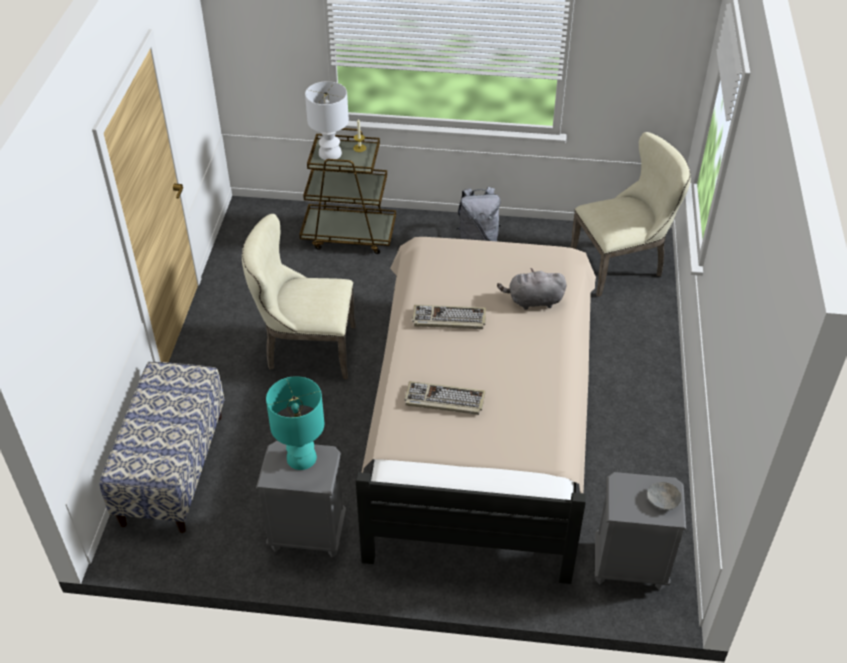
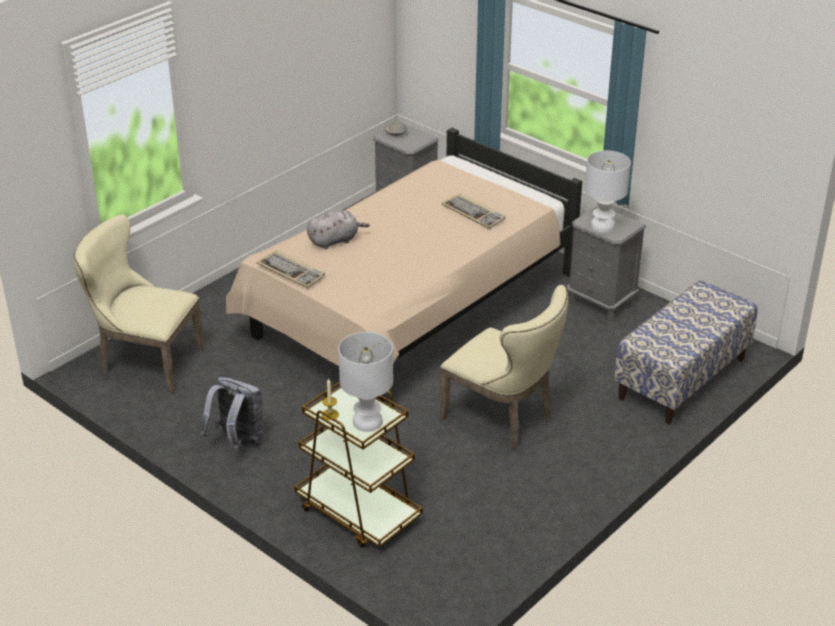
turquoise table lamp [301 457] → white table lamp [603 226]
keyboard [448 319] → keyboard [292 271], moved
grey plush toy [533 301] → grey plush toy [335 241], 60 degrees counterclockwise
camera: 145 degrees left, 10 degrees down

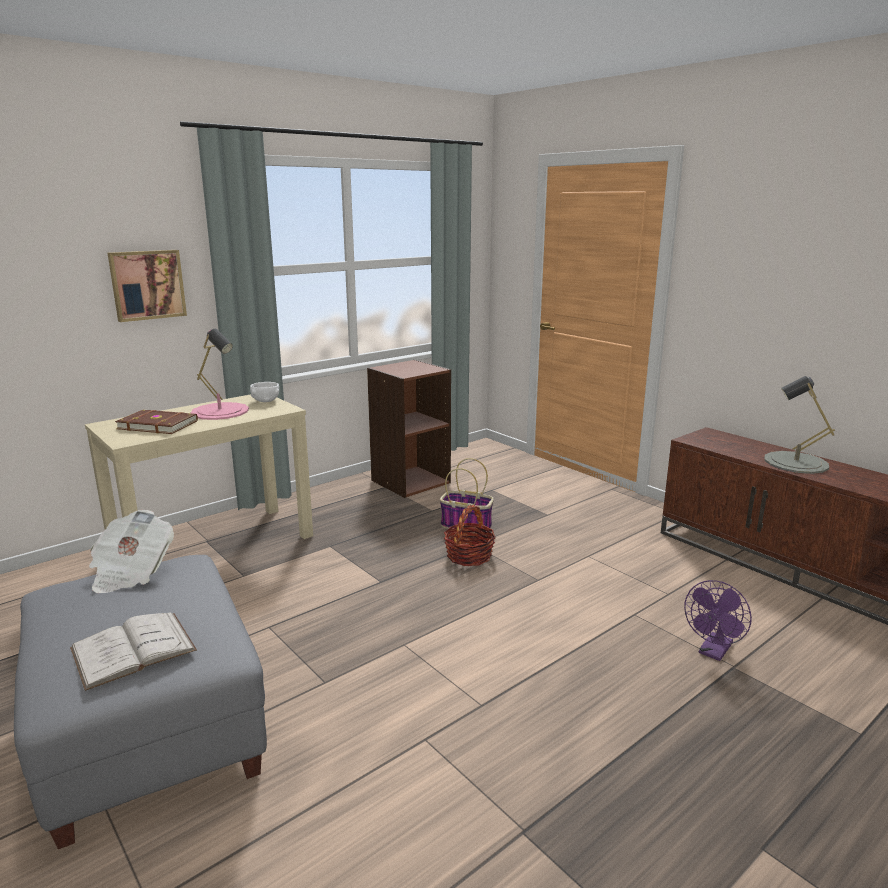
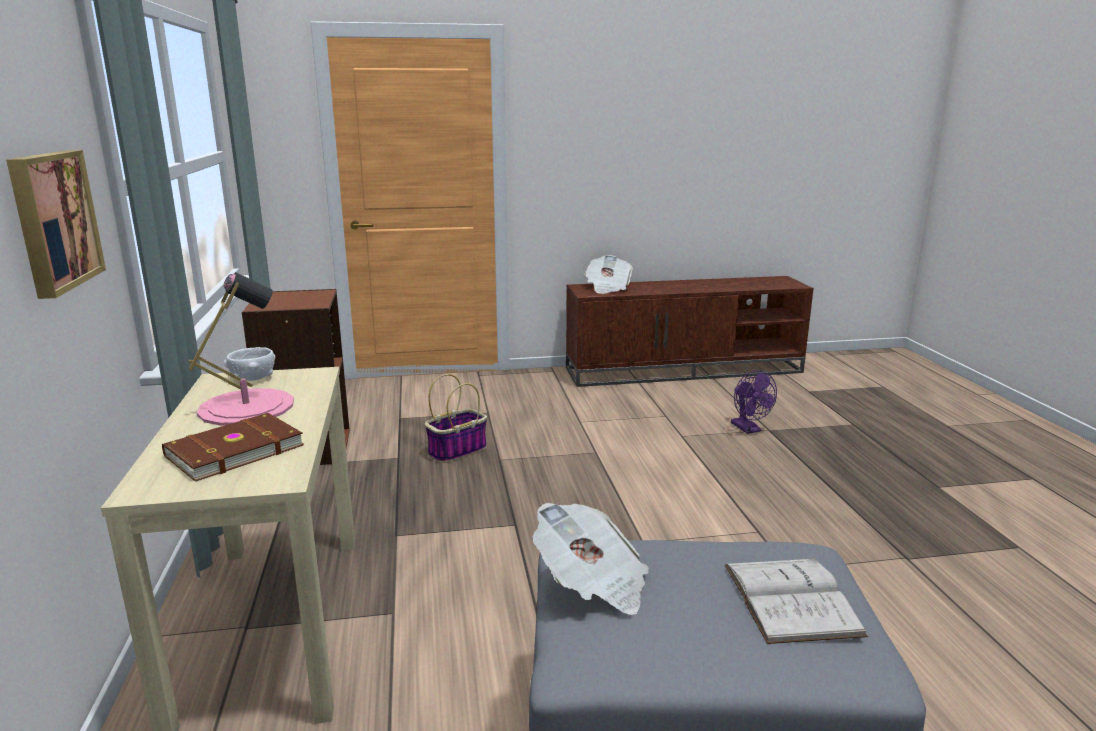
basket [469 556] → -
grey table lamp [795 462] → -
- → newspaper [607 288]
camera: 60 degrees left, 0 degrees up

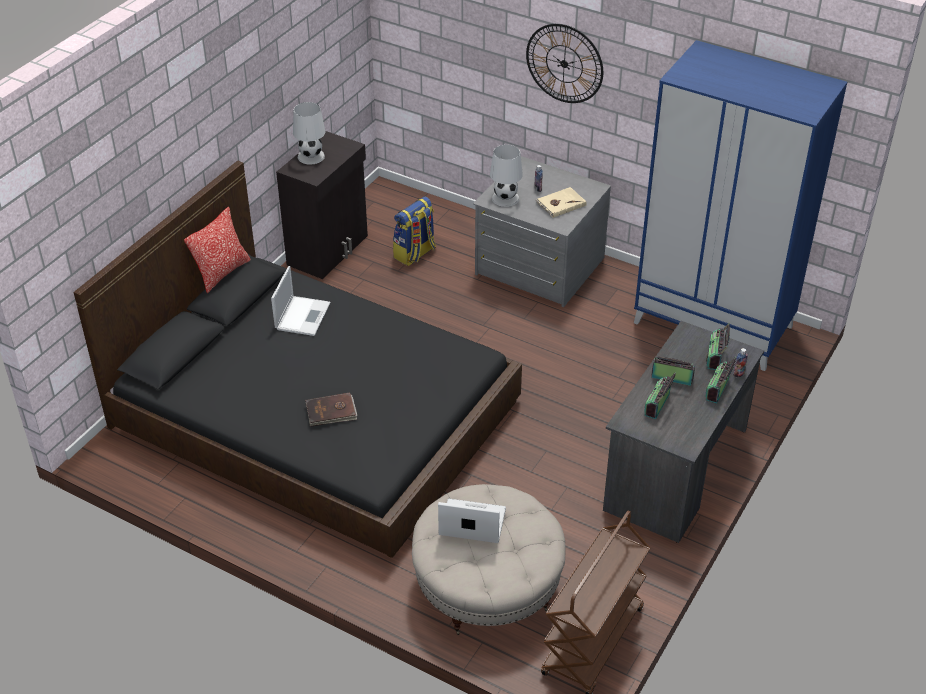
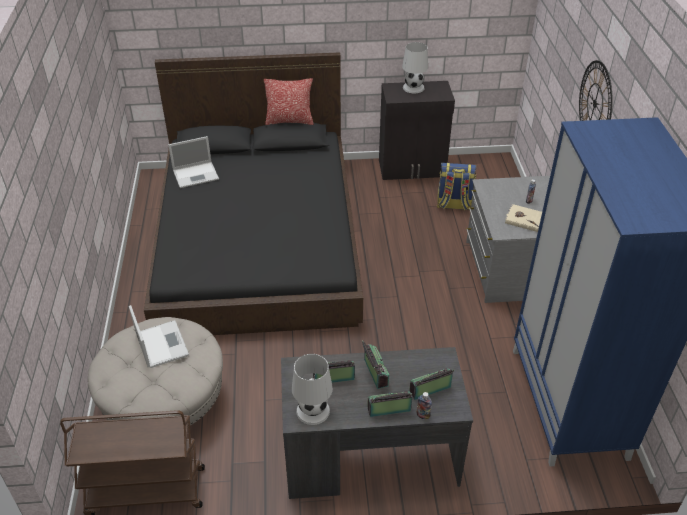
laptop [303 315] → laptop [196 174], moved
brown book [331 412] → -
white table lamp [505 198] → white table lamp [313 411], moved
camera: 55 degrees right, 0 degrees up

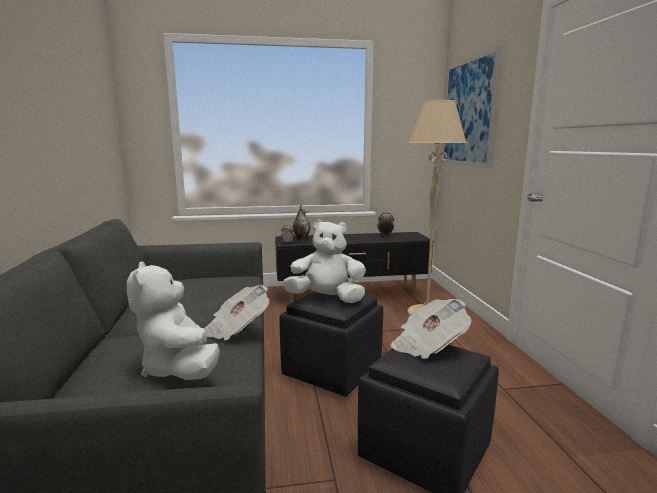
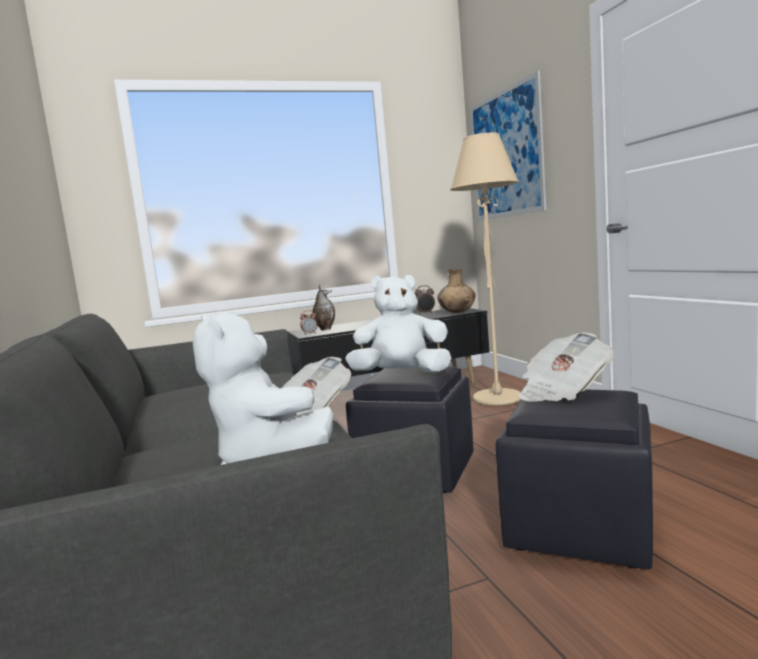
- → brown vase [457 312]
camera: 10 degrees left, 5 degrees down

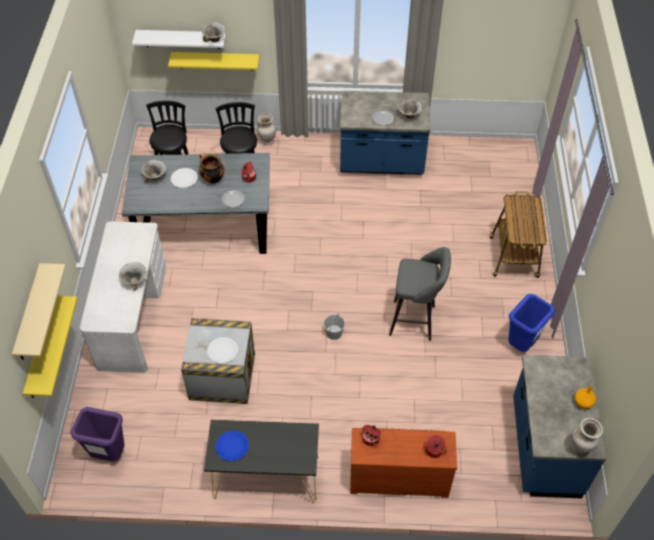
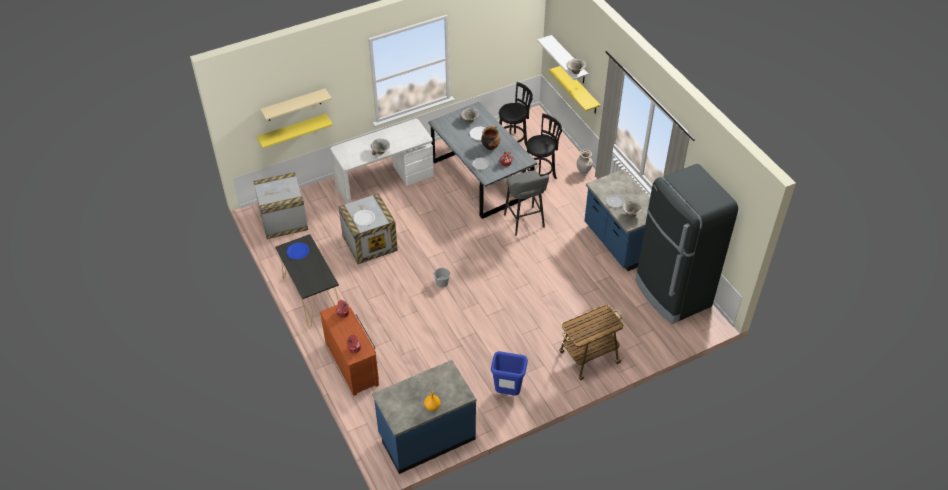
purple trash can [109 454] → crate [283 219]
grey stool [415 321] → grey stool [525 222], moved
beige vase [579 448] → -
- → black fridge [672 293]
camera: 60 degrees right, 5 degrees down

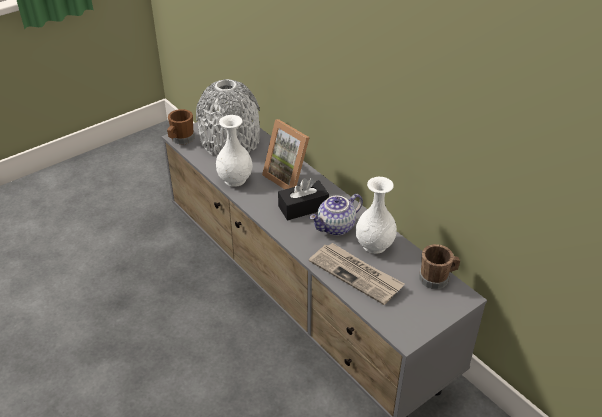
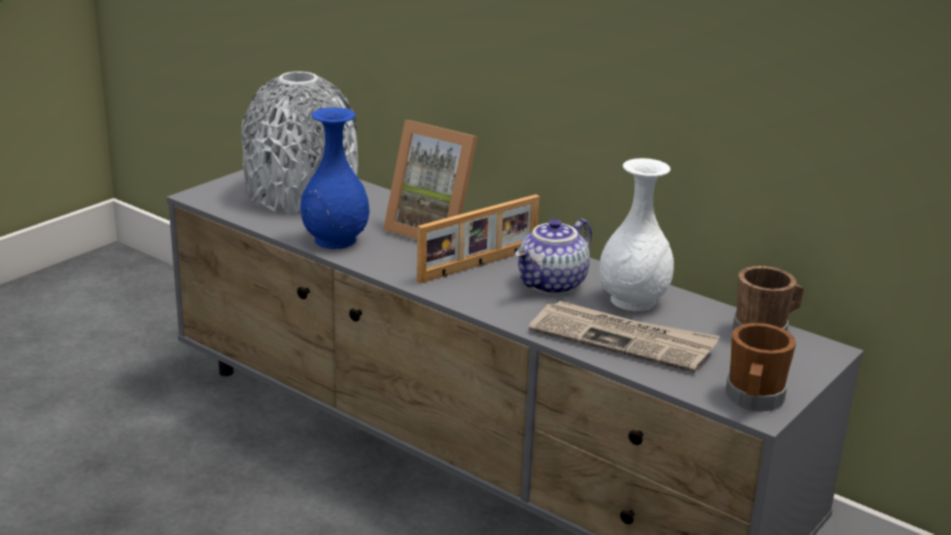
brown mug [181 139] → brown mug [753 400], moved
white vase [235 179] → blue vase [335 240]
black tissue box [303 207] → picture frame [479 265]
camera: 15 degrees left, 15 degrees down

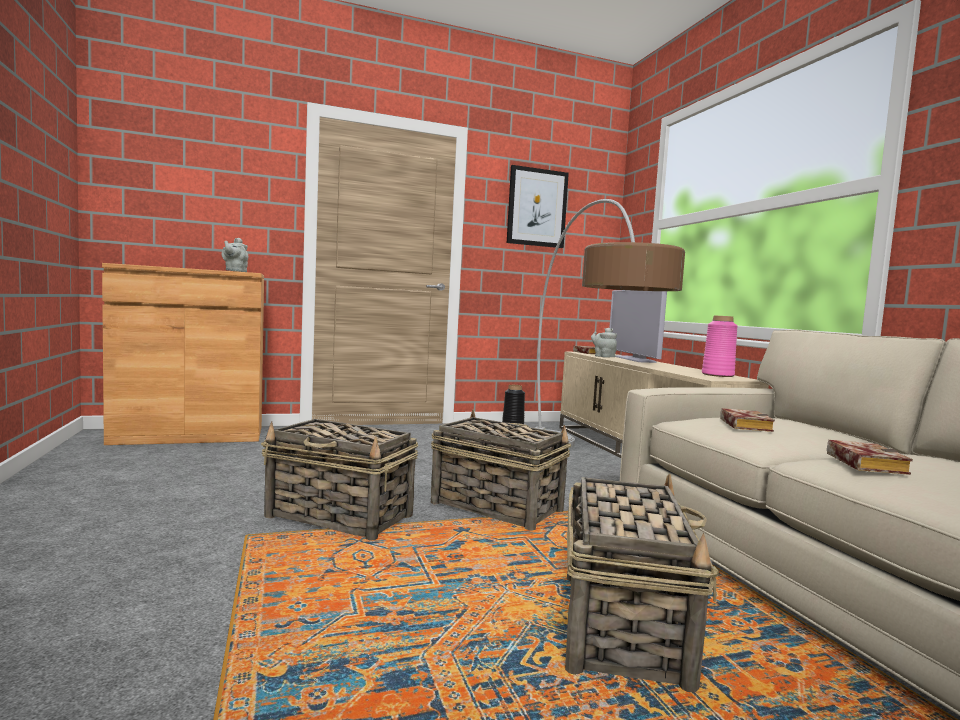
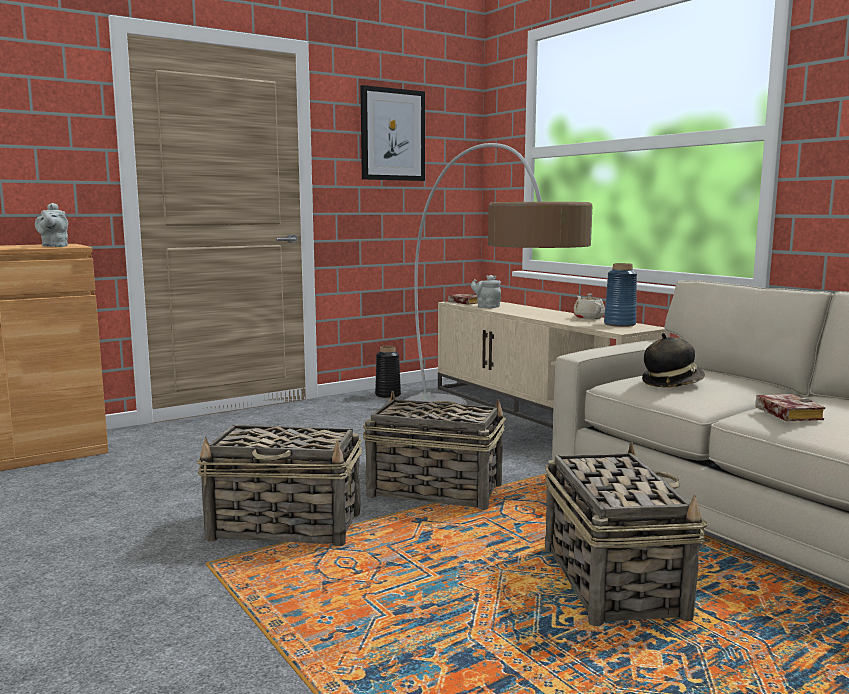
television [634 359] → -
pink vase [717 375] → blue vase [619 324]
book [742 425] → hat [671 383]
- → beige teapot [588 318]
camera: 15 degrees left, 5 degrees up

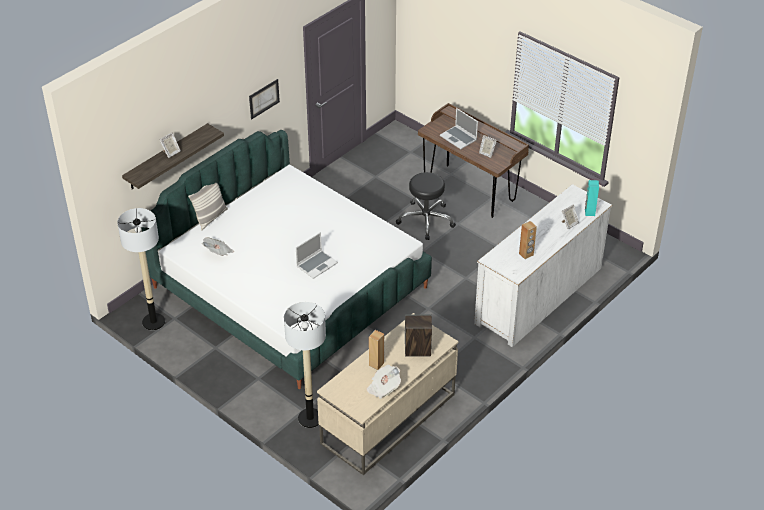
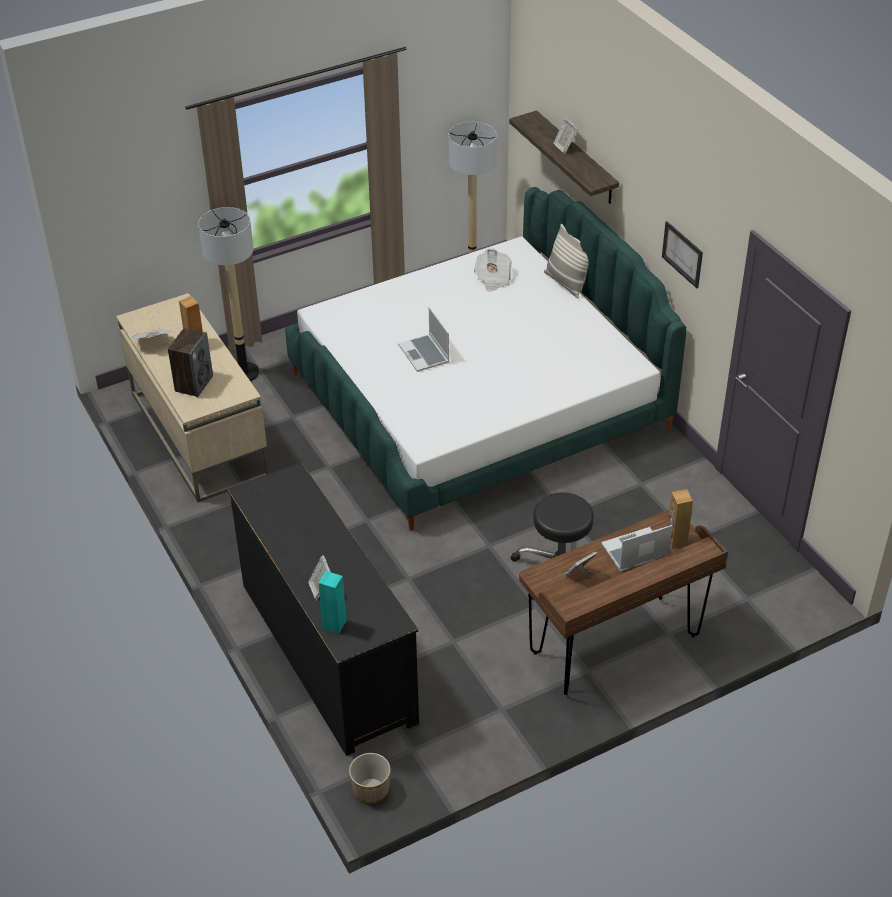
white dresser [539 295] → black dresser [327 651]
brown speaker [526 254] → brown speaker [676 541], moved
- → planter [370 789]
camera: 110 degrees right, 0 degrees up

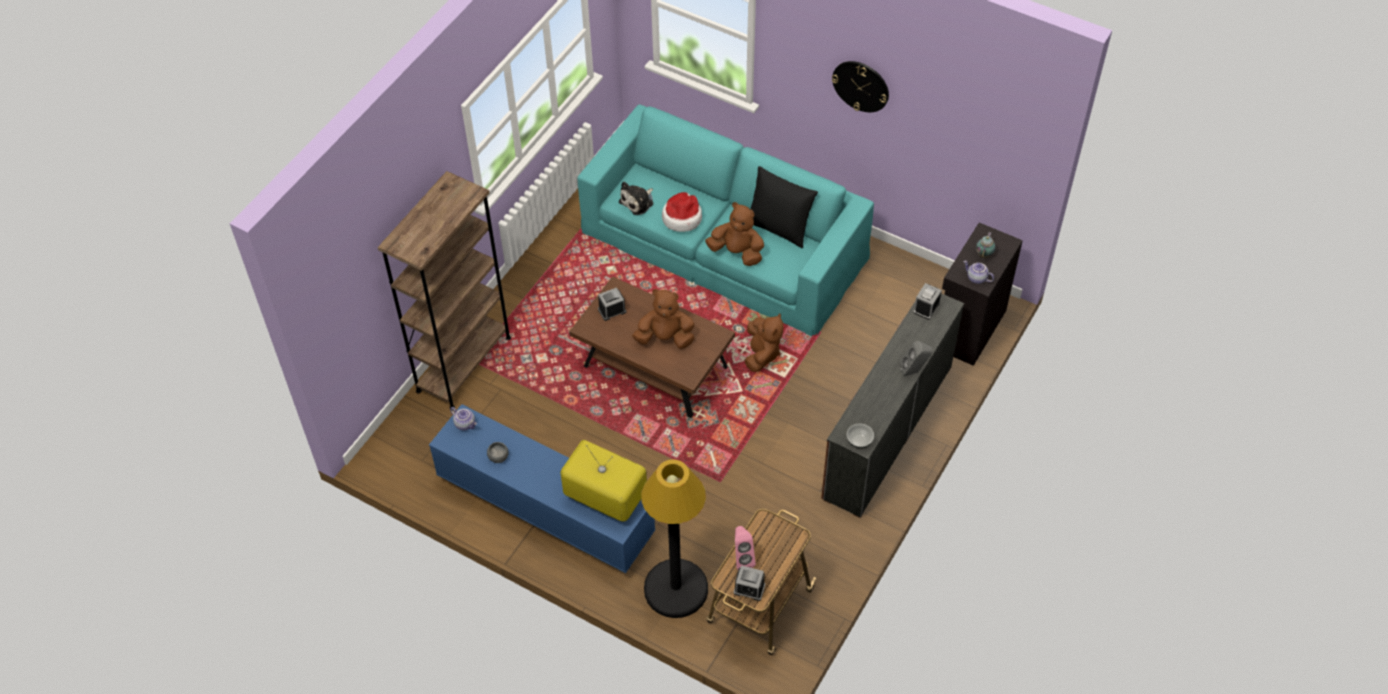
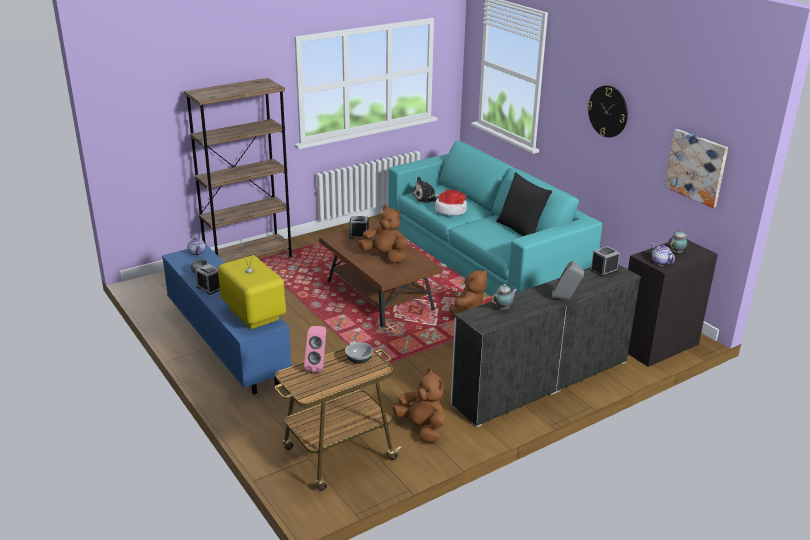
black floor lamp [675 589] → -
brown plush toy [737 252] → brown plush toy [422 428], moved
alarm clock [749 589] → alarm clock [209 288], moved
brown dresser [887 431] → white dresser [541 382]
bowl [859 441] → bowl [359 360], moved
- → teapot [503 308]
- → picture [696 167]
camera: 25 degrees right, 25 degrees down

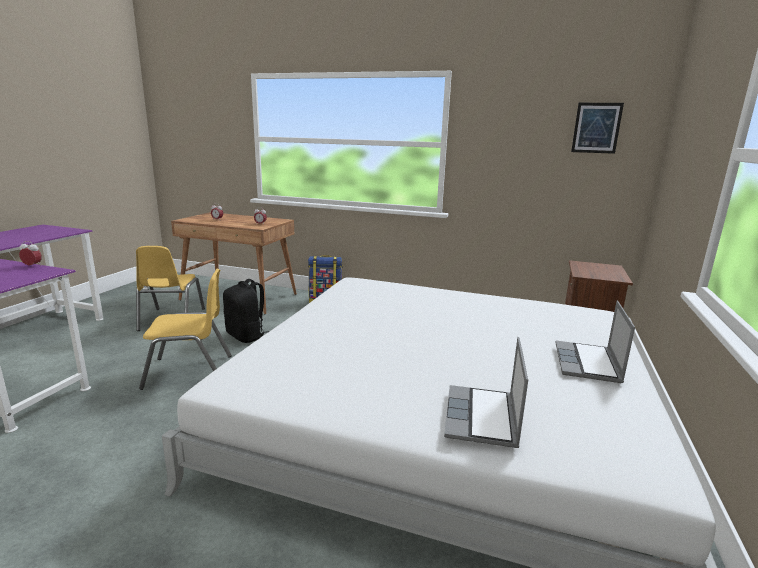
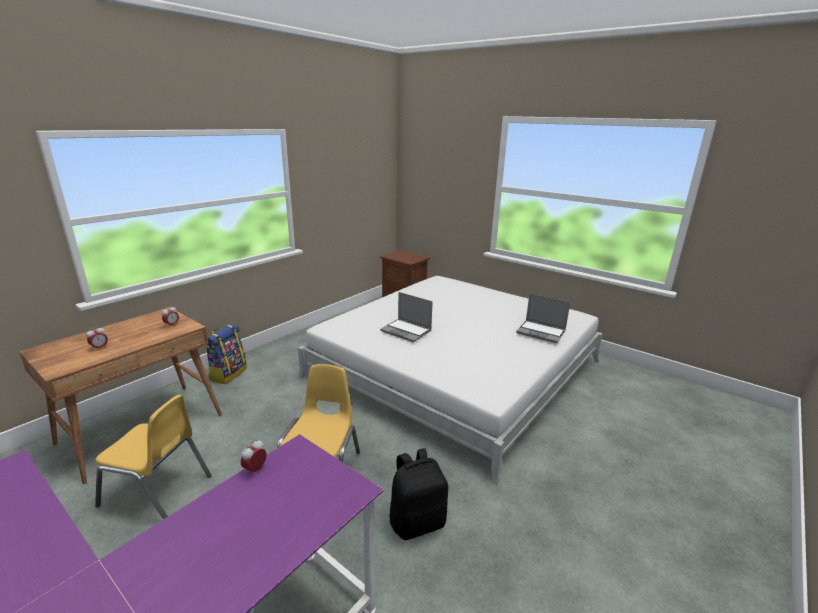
black backpack [246 336] → black backpack [417 521], moved
laptop [588 364] → laptop [407 331], moved
picture [596 128] → -
camera: 70 degrees left, 5 degrees up

